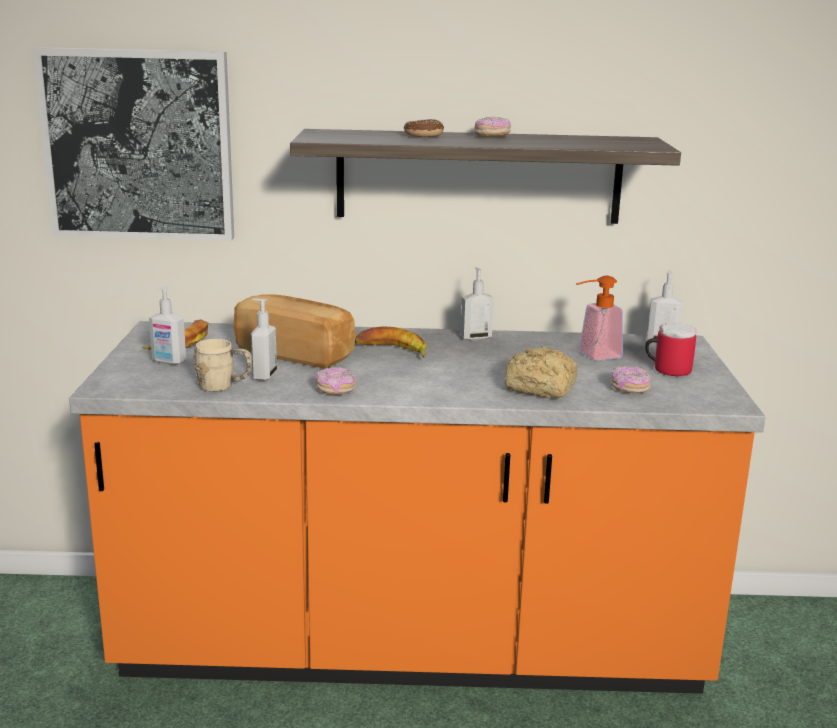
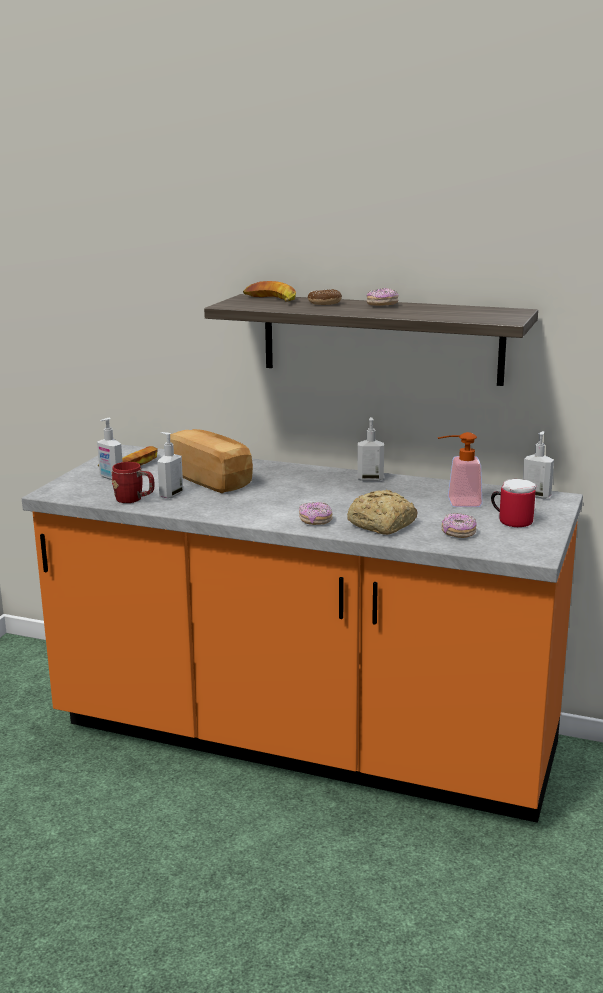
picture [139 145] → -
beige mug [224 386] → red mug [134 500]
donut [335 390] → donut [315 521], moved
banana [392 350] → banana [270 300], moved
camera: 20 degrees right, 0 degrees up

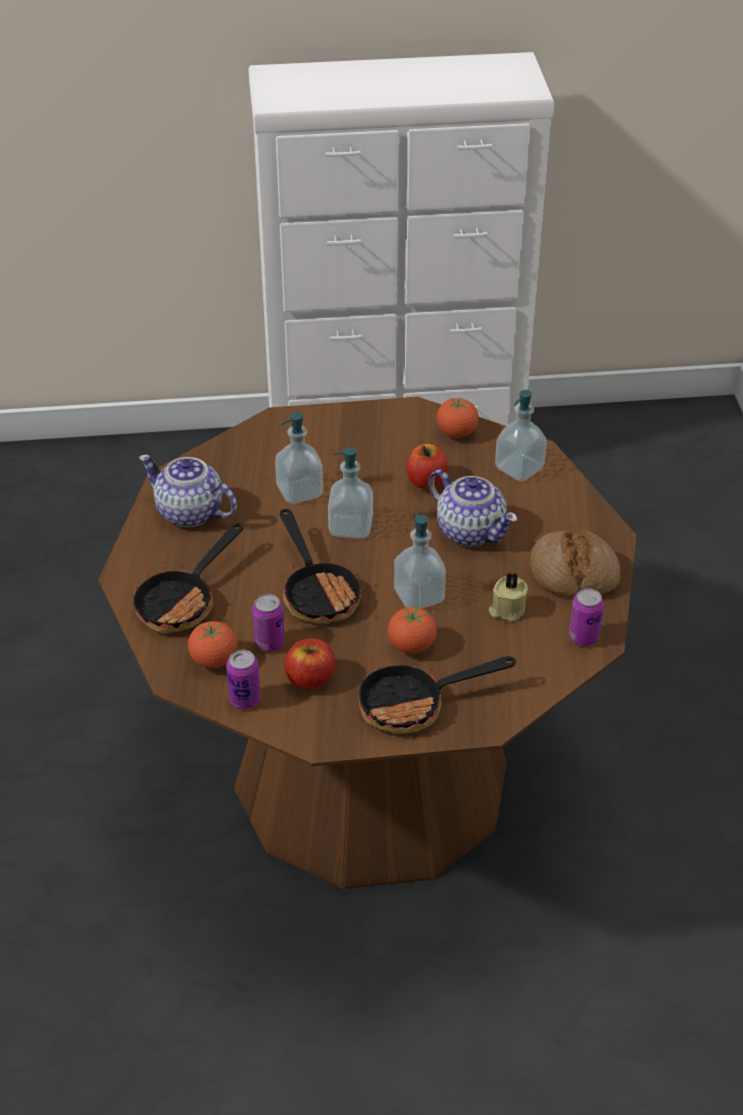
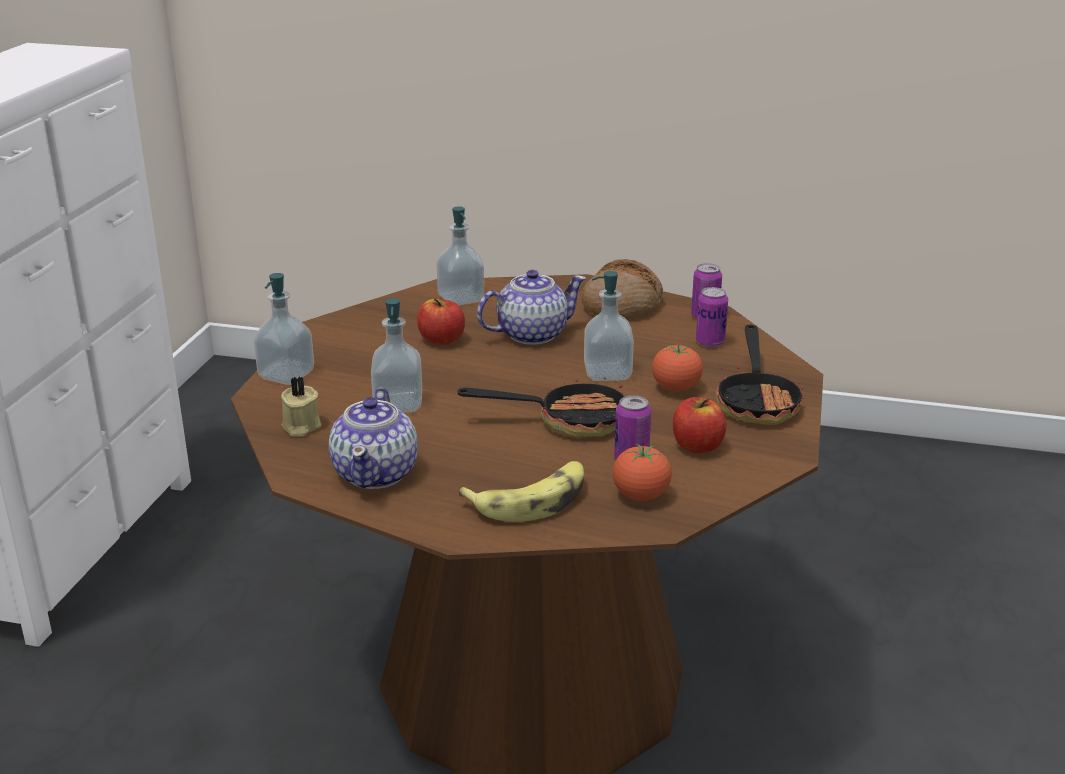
frying pan [183 601] → banana [531 500]
teapot [190 513] → teapot [376 473], 45 degrees counterclockwise
can [245 699] → can [710 342], moved
soap dispenser [350 527] → soap dispenser [286 375], moved
tomato [456 433] → -
beige candle [507 609] → beige candle [300 427], moved
camera: 70 degrees left, 15 degrees down

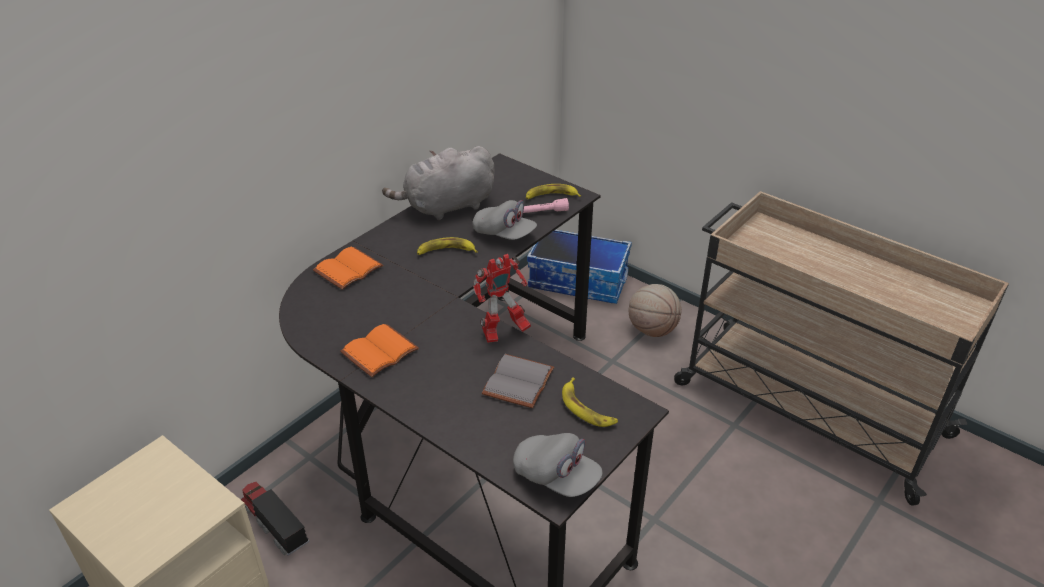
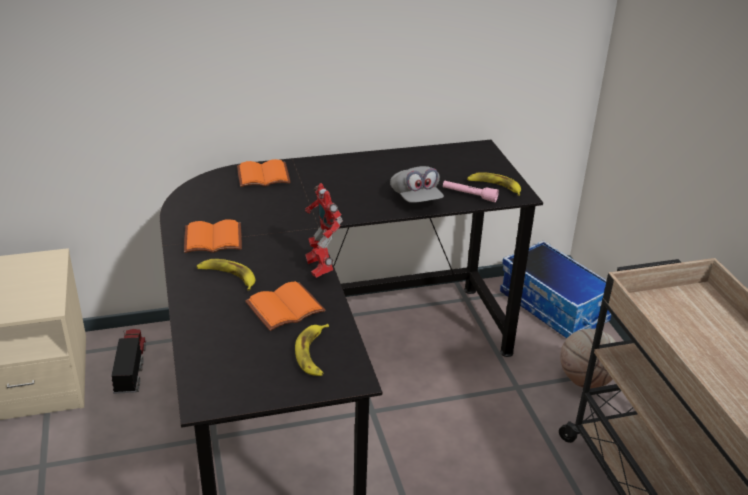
grey plush toy [446 207] → -
banana [446 251] → banana [228 277], moved
toy robot [503 333] → toy robot [319 268], 60 degrees clockwise
grey book [520 383] → orange book [285 309]
grey cap [556 477] → -
camera: 35 degrees right, 5 degrees down

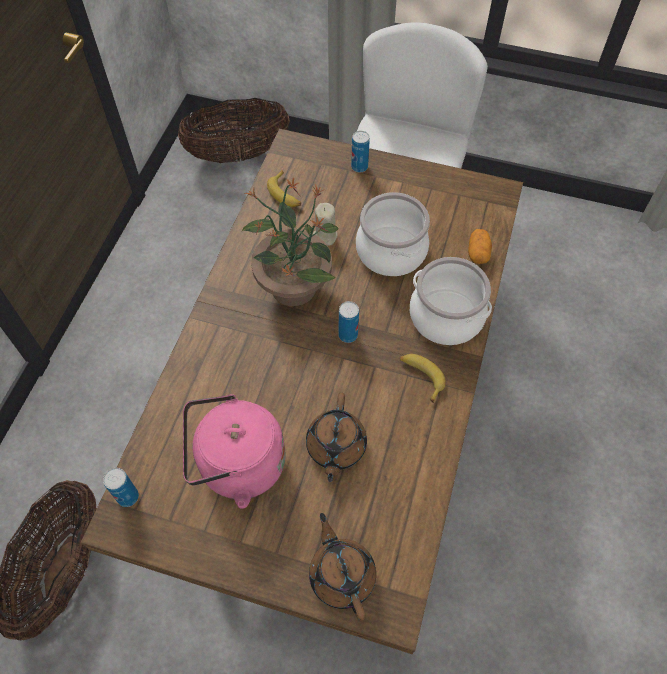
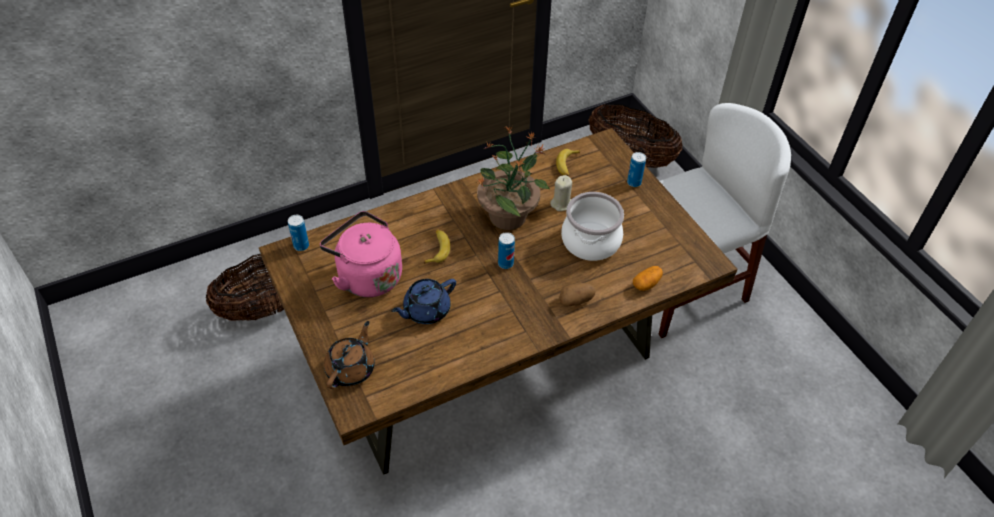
brown teapot [335 447] → blue teapot [426 310]
banana [421 376] → banana [437 249], moved
cooking pot [445 317] → potato [576 300]
camera: 45 degrees right, 10 degrees down

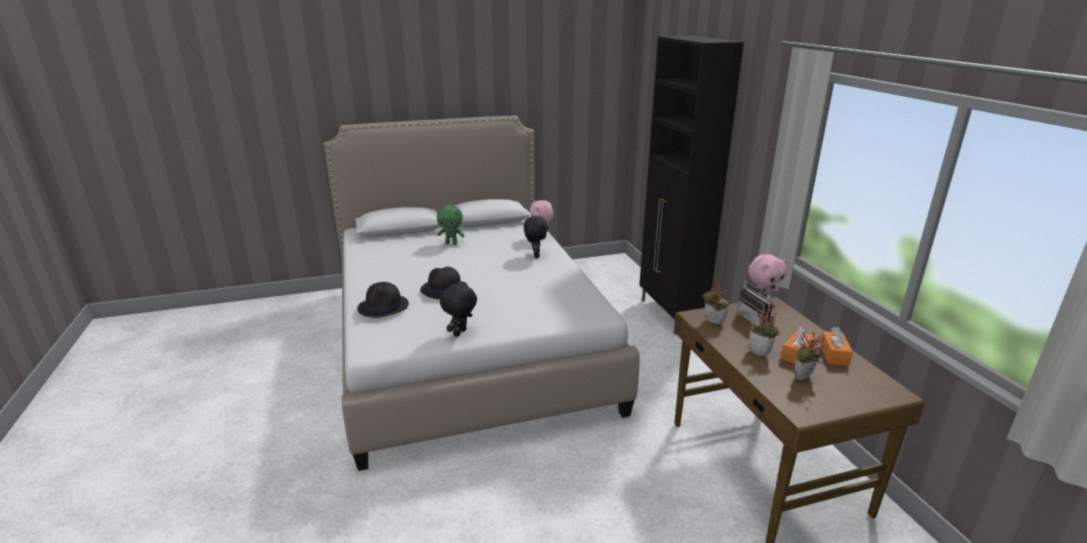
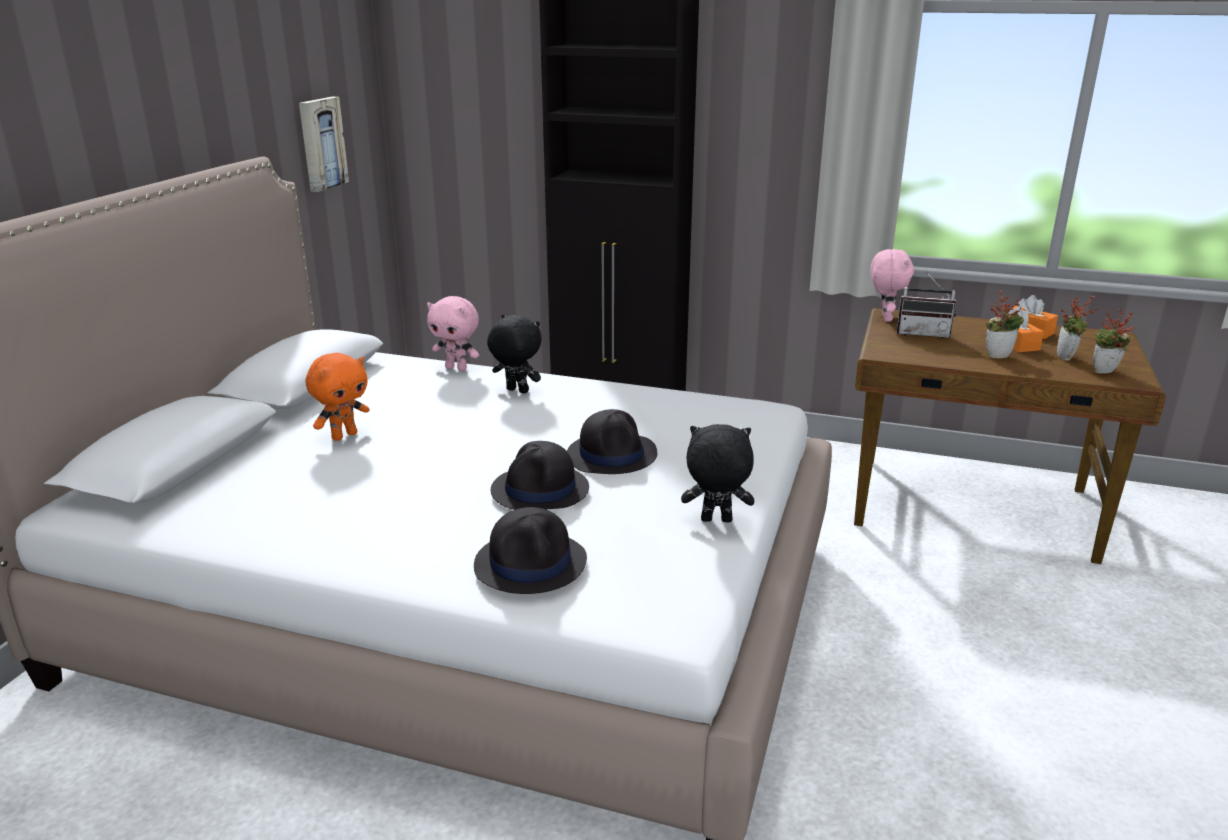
green plush toy [451 243] → orange plush toy [344 435]
black plush toy [460 333] → black plush toy [716 521], 120 degrees clockwise
potted plant [712 322] → potted plant [1104 373], moved
- → picture [321 143]
- → black hat [612 455]
camera: 55 degrees left, 0 degrees up

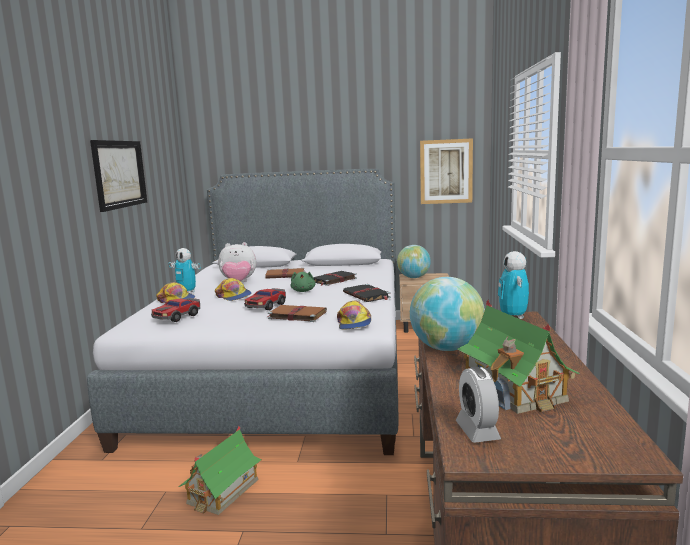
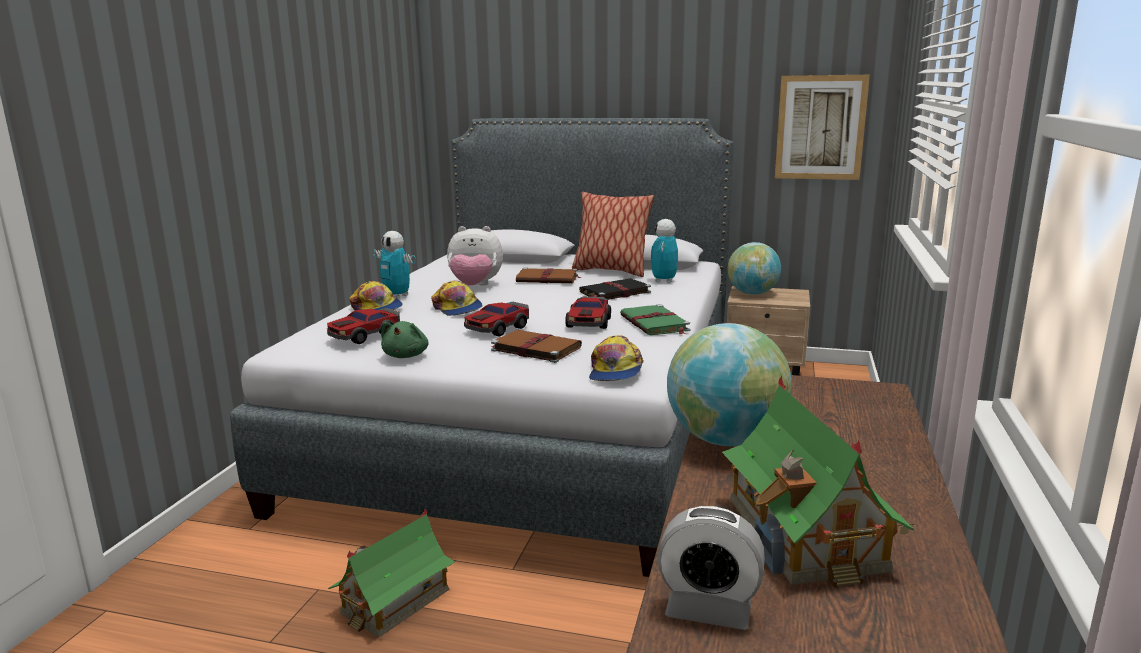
picture [119 174] → -
green plush toy [303 291] → green plush toy [406 355], moved
black book [367 295] → green book [655 324]
alarm clock [477 431] → alarm clock [708 610], 75 degrees counterclockwise
toy robot [513 317] → toy robot [664 281], moved
- → toy car [589 322]
- → pillow [611 271]
camera: 10 degrees right, 5 degrees up

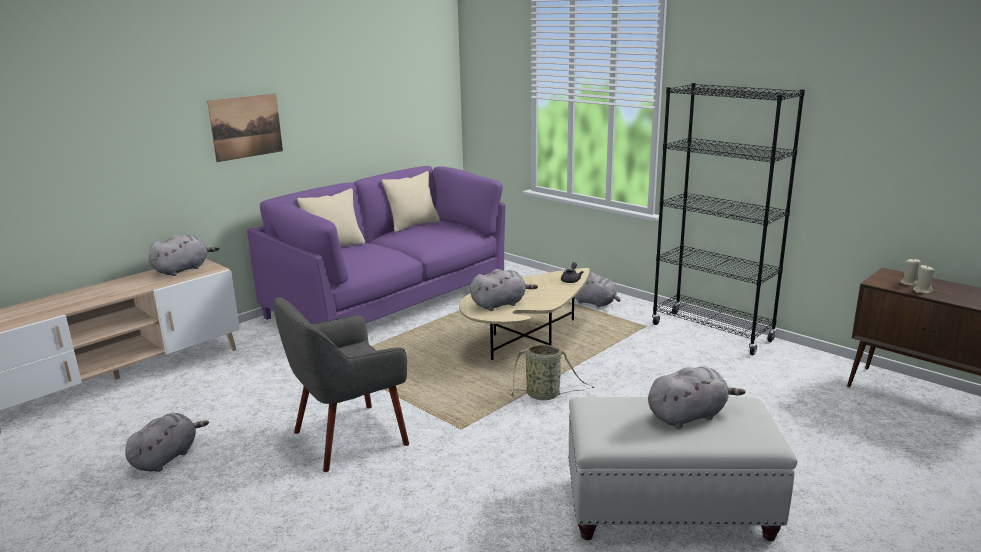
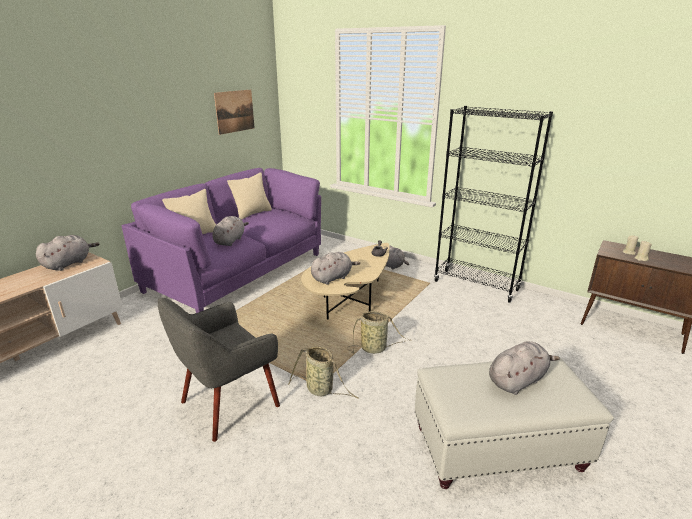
grey plush toy [167 457] → grey plush toy [230 241], moved
picture [246 127] → picture [235 111], moved
- → basket [321 390]
camera: 10 degrees left, 5 degrees up

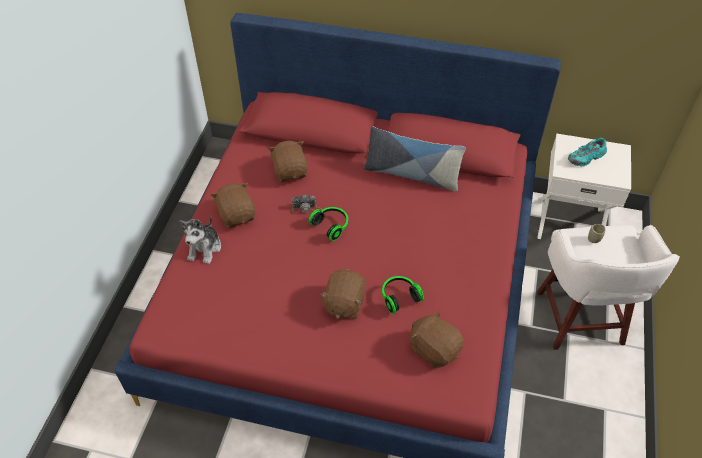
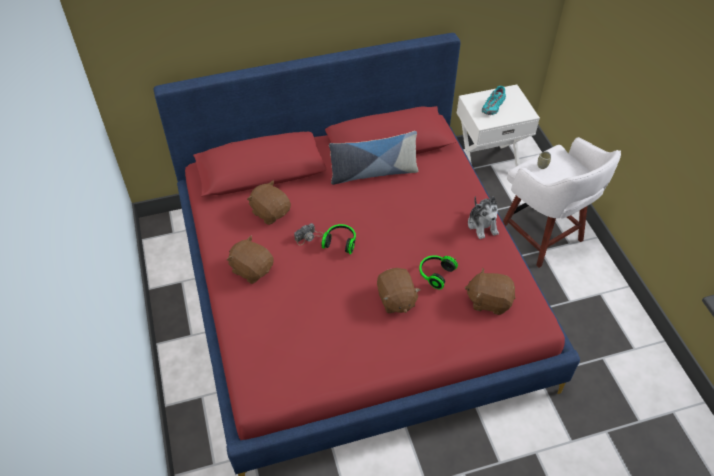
plush toy [205 248] → plush toy [482 225], moved
camera: 30 degrees left, 0 degrees up

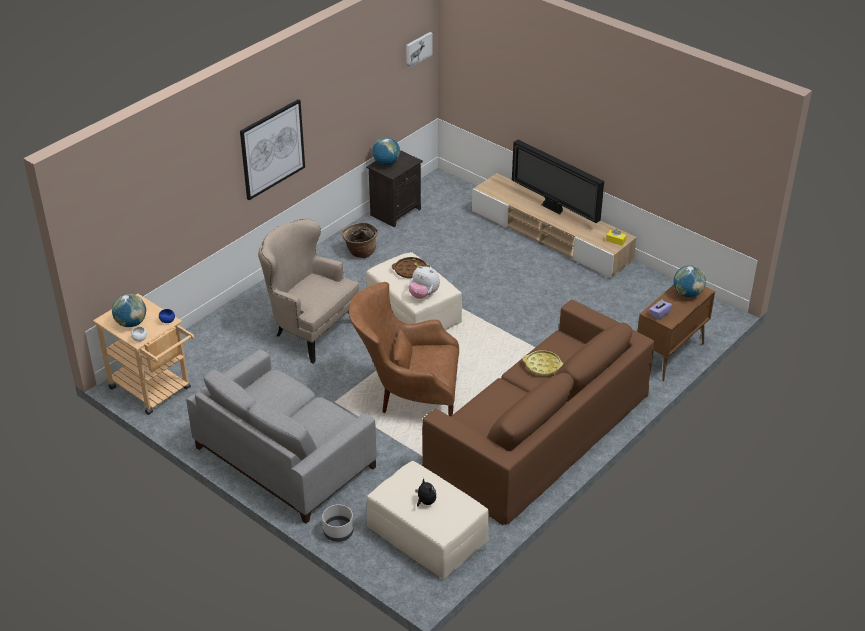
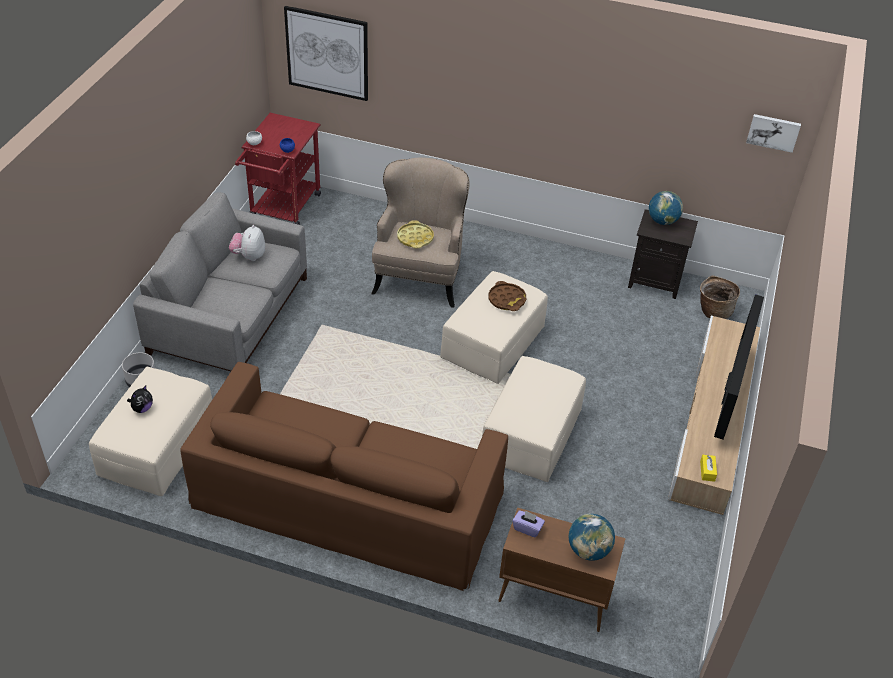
beige cart [155 391] → red cart [283 209]
globe [131 323] → -
picture [272 149] → picture [327 53], moved
basket [360 252] → basket [713 310], moved
brown armchair [407 397] → -
plush toy [423 295] → plush toy [249 256], moved
yellow tray [543 366] → yellow tray [415 238], moved
- → beige ottoman [531 434]
camera: 65 degrees right, 5 degrees up

